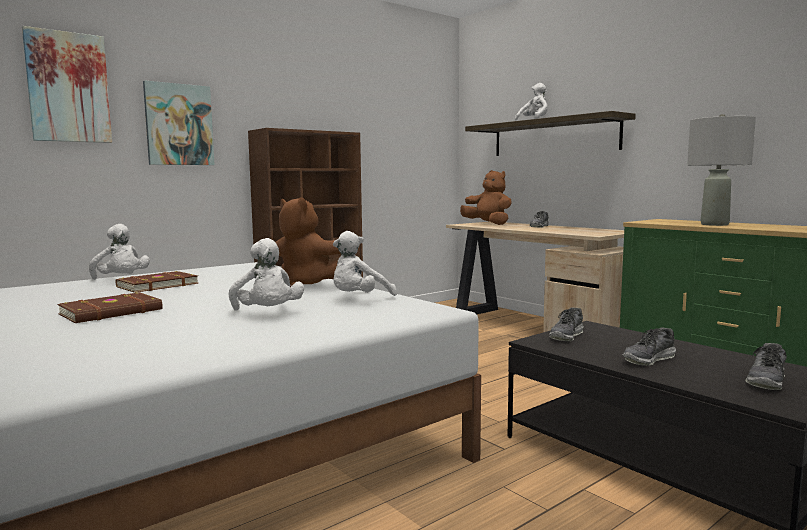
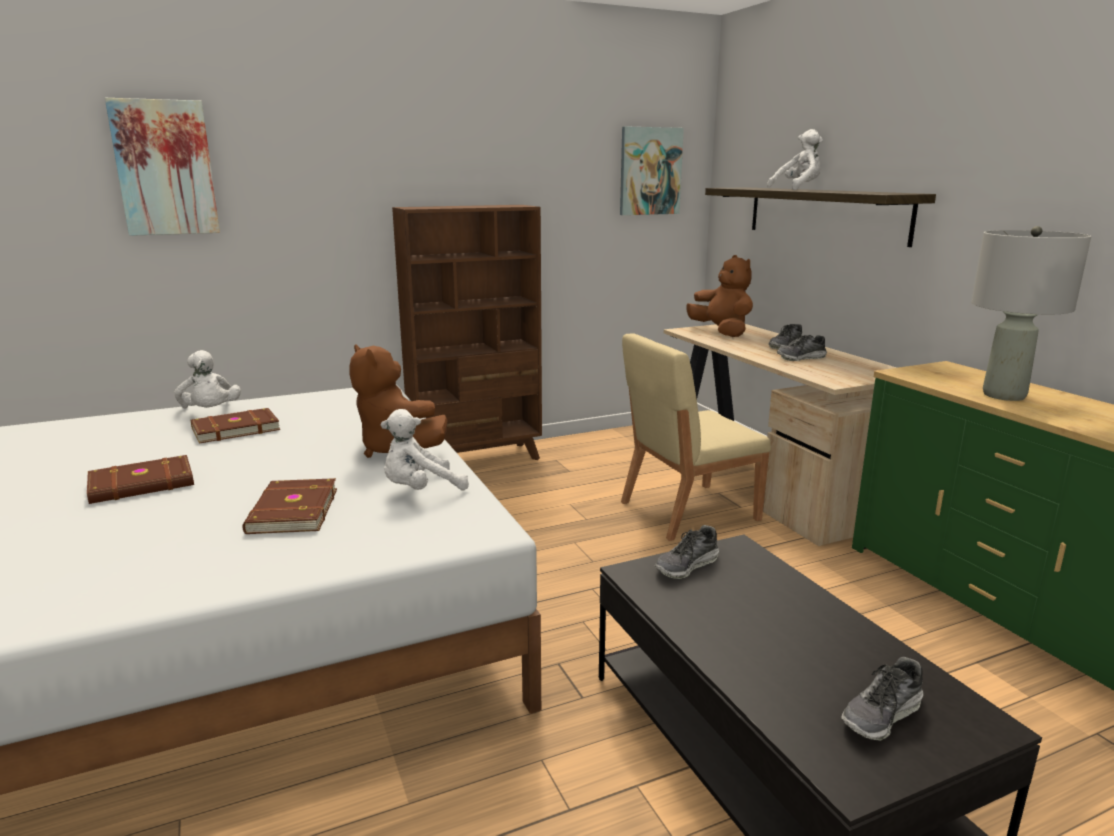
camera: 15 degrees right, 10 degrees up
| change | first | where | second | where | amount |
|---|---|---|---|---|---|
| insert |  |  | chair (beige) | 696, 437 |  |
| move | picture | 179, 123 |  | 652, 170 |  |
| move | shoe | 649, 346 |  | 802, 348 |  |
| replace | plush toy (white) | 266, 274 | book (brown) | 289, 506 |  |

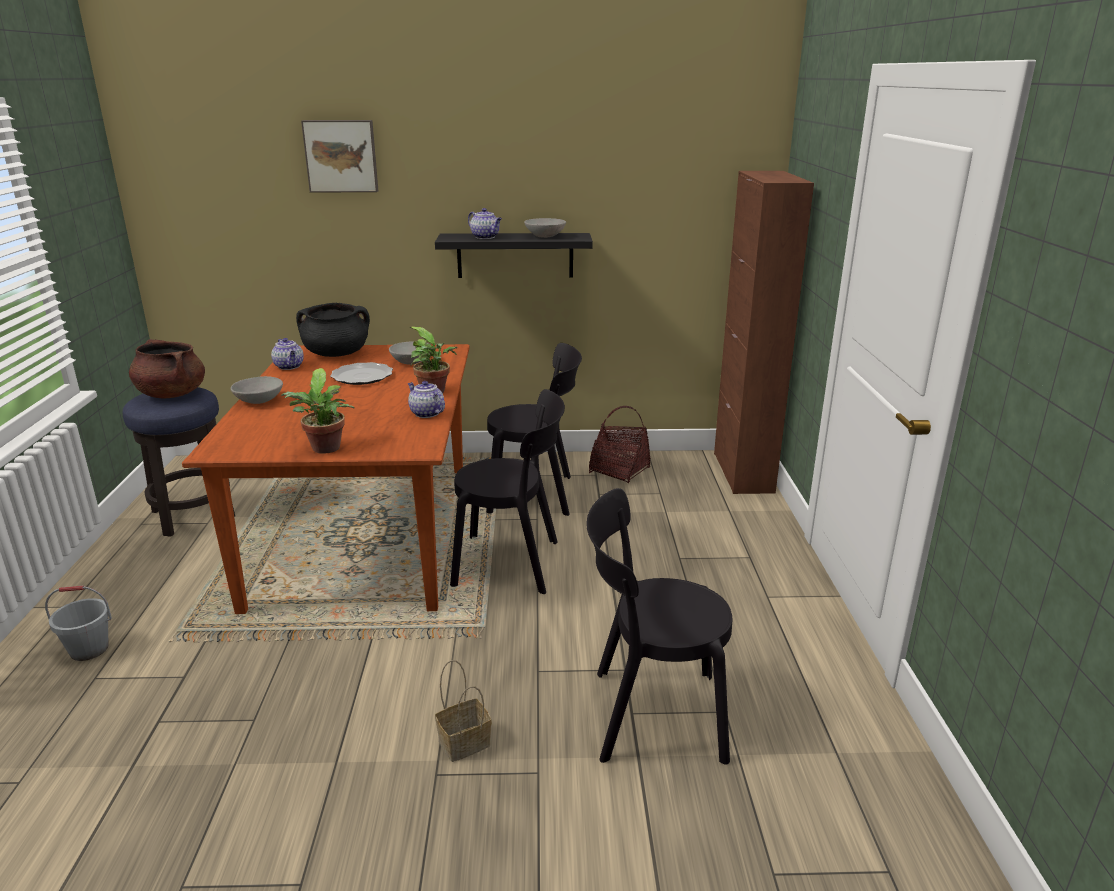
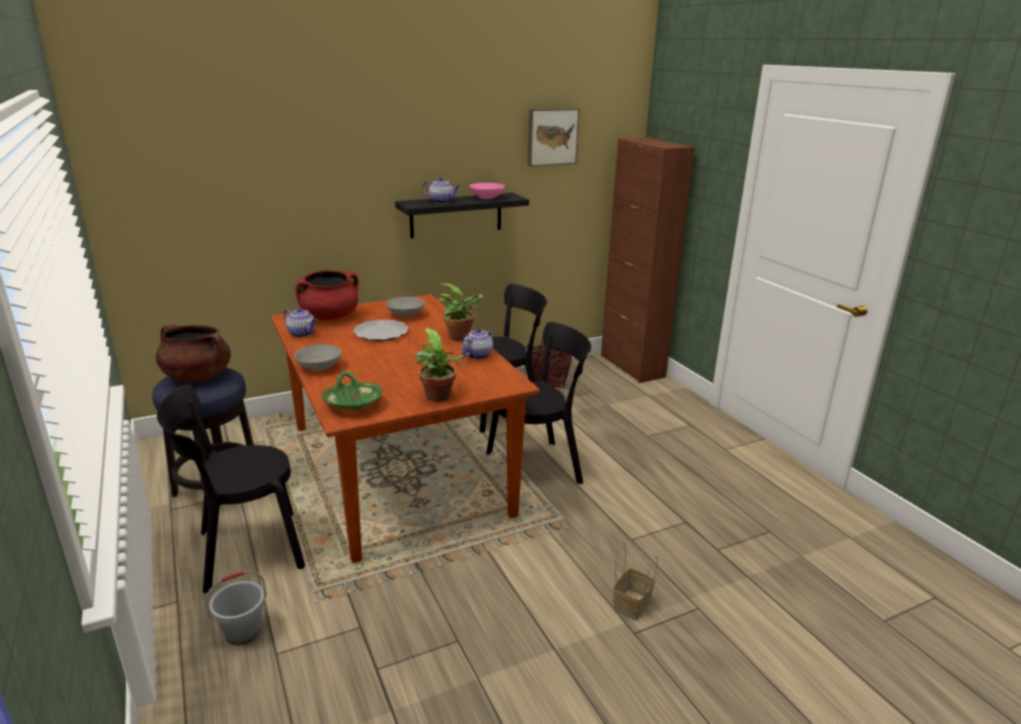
camera: 25 degrees left, 0 degrees up
| change | first | where | second | where | amount |
|---|---|---|---|---|---|
| insert |  |  | bowl (green) | 352, 391 |  |
| move | picture | 339, 156 |  | 554, 137 |  |
| move | chair (black) | 659, 626 |  | 231, 488 |  |
| recolor | cooking pot (black) | 333, 330 | cooking pot (red) | 327, 295 |  |
| recolor | bowl (grey) | 545, 228 | bowl (pink) | 487, 191 |  |
| rotate | teapot | 426, 399 |  | 477, 344 | 105 degrees clockwise |

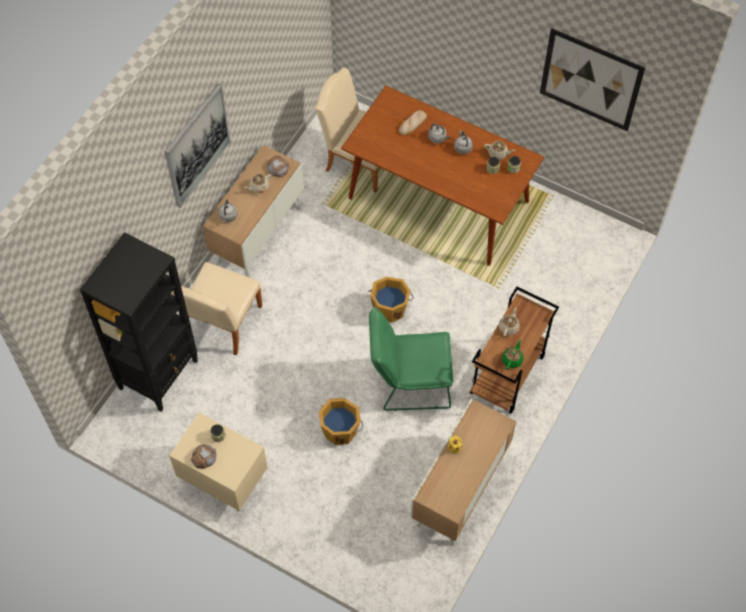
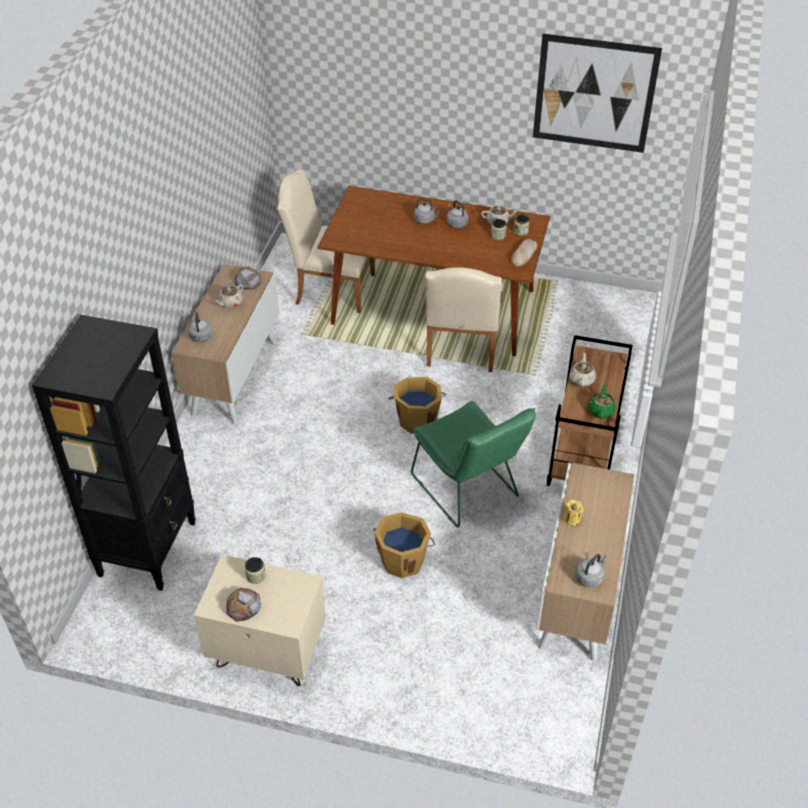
camera: 15 degrees left, 15 degrees down
| change | first | where | second | where | amount |
|---|---|---|---|---|---|
| delete | picture | 198, 146 |  |  |  |
| insert |  |  | kettle (grey) | 591, 570 |  |
| move | chair (beige) | 216, 309 |  | 464, 319 |  |
| move | bread | 413, 122 |  | 524, 253 |  |
| rotate | chair (green) | 411, 359 |  | 473, 464 | 105 degrees counterclockwise |

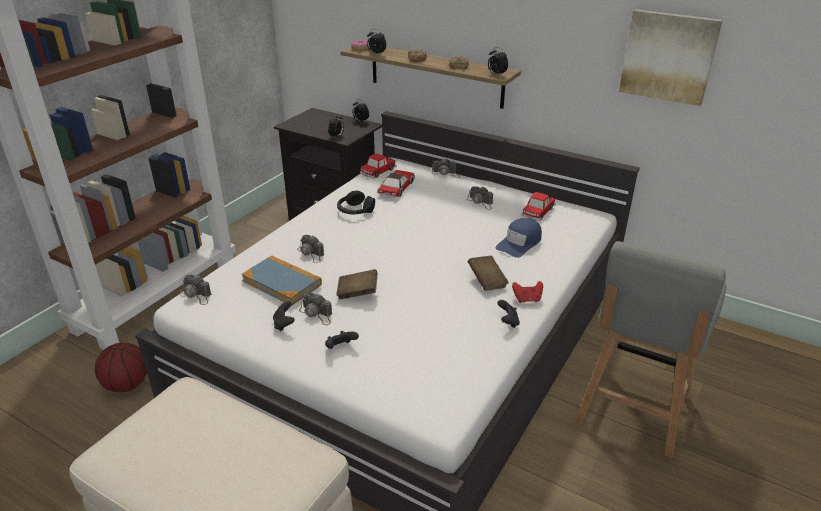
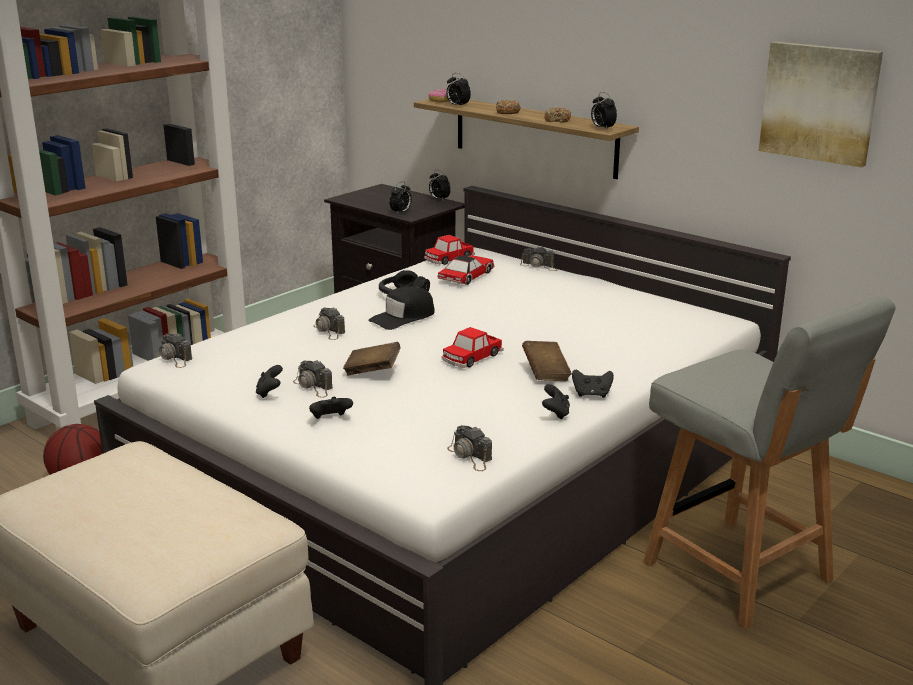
camera: 10 degrees right, 10 degrees down
| change | first | where | second | where | amount |
|---|---|---|---|---|---|
| delete | book | 281, 280 |  |  |  |
| delete | cap (blue) | 519, 238 |  |  |  |
| insert |  |  | cap (black) | 401, 308 |  |
| move | photo camera | 480, 198 |  | 469, 448 |  |
| move | toy car | 538, 206 |  | 473, 347 |  |
| recolor | game controller (red) | 527, 292 | game controller (black) | 593, 383 |  |
| rotate | chair (grey) | 650, 349 |  | 769, 462 | 75 degrees counterclockwise |

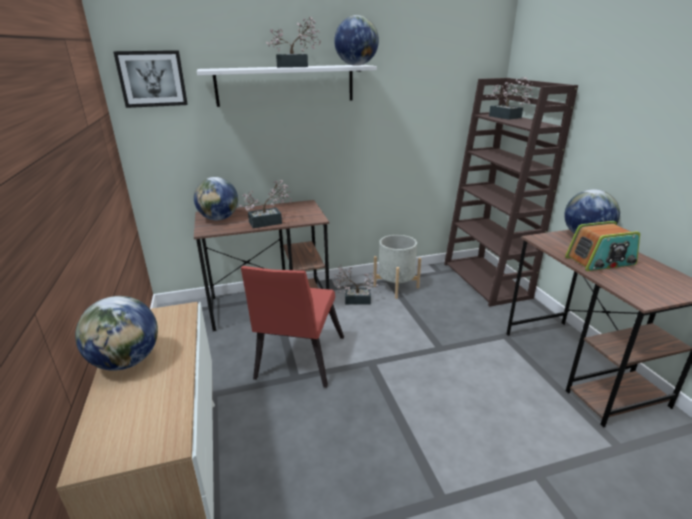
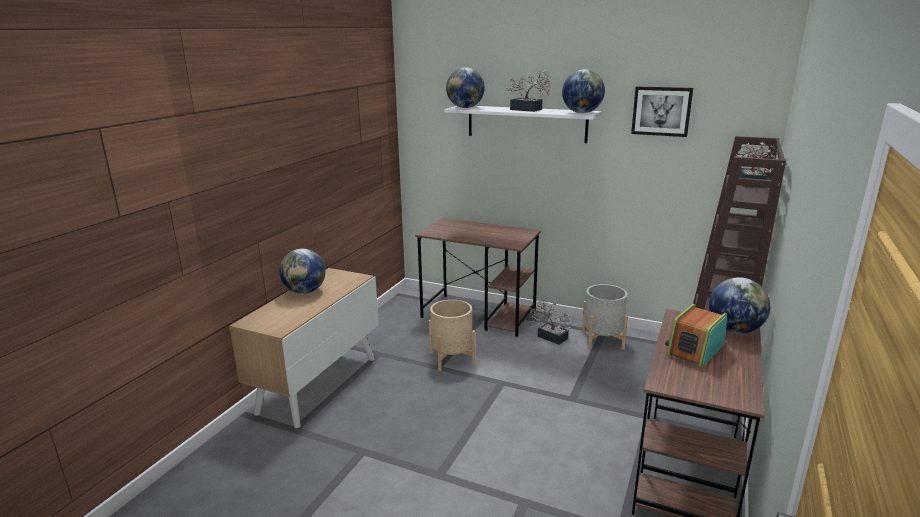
camera: 40 degrees right, 5 degrees down
| change | first | where | second | where | amount |
|---|---|---|---|---|---|
| delete | potted plant | 265, 204 |  |  |  |
| move | picture | 150, 79 |  | 662, 111 |  |
| move | globe | 216, 198 |  | 465, 87 |  |
| replace | chair (red) | 292, 327 | planter (beige) | 452, 335 |  |
| rotate | radio | 602, 246 |  | 696, 336 | 105 degrees clockwise |

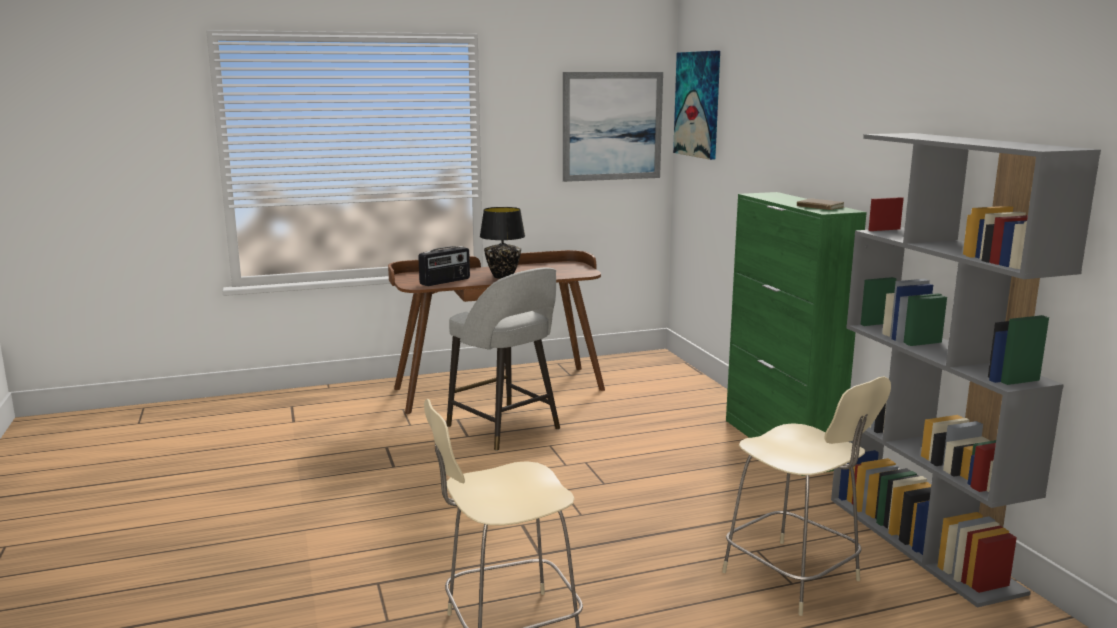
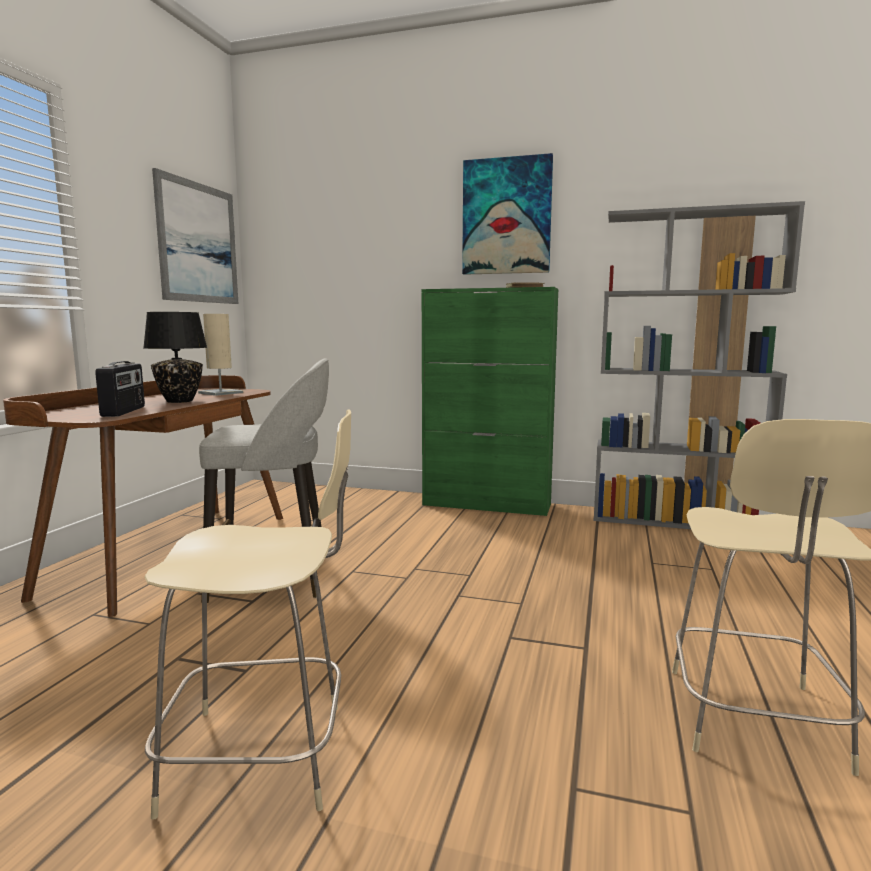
camera: 55 degrees left, 5 degrees down
| change | first | where | second | where | amount |
|---|---|---|---|---|---|
| insert |  |  | table lamp (beige) | 220, 355 |  |
| move | picture | 696, 105 |  | 507, 214 |  |
| move | chair (beige) | 806, 496 |  | 248, 614 |  |

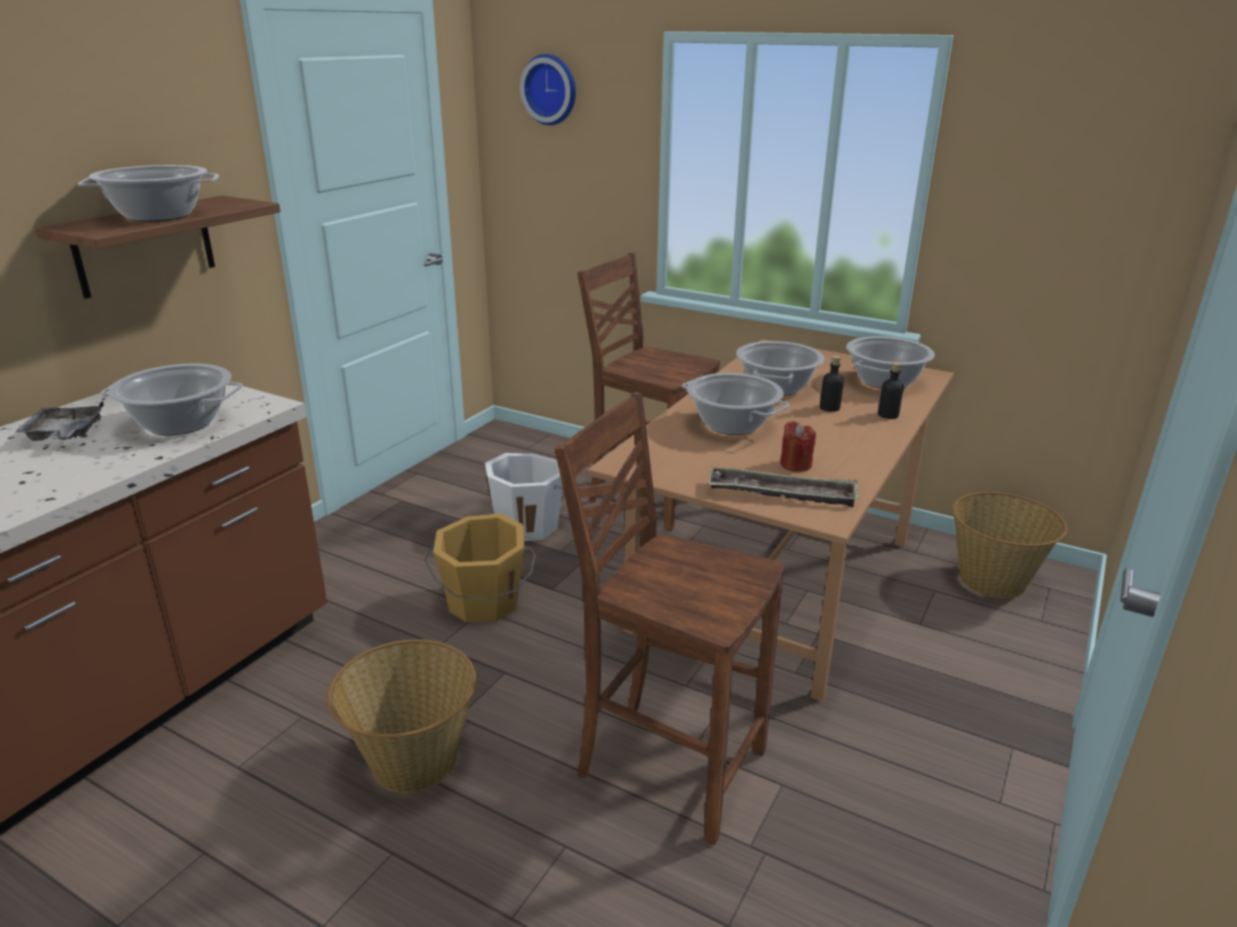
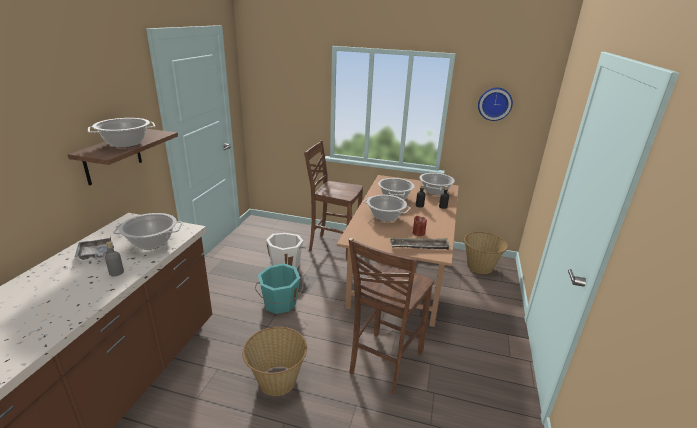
camera: 15 degrees left, 0 degrees up
| change | first | where | second | where | amount |
|---|---|---|---|---|---|
| insert |  |  | bottle (grey) | 114, 258 |  |
| move | wall clock | 548, 89 |  | 495, 104 |  |
| recolor | bucket (orange) | 480, 568 | bucket (turquoise) | 279, 288 |  |
| rotate | chair (brown) | 670, 618 |  | 391, 316 | 75 degrees counterclockwise |

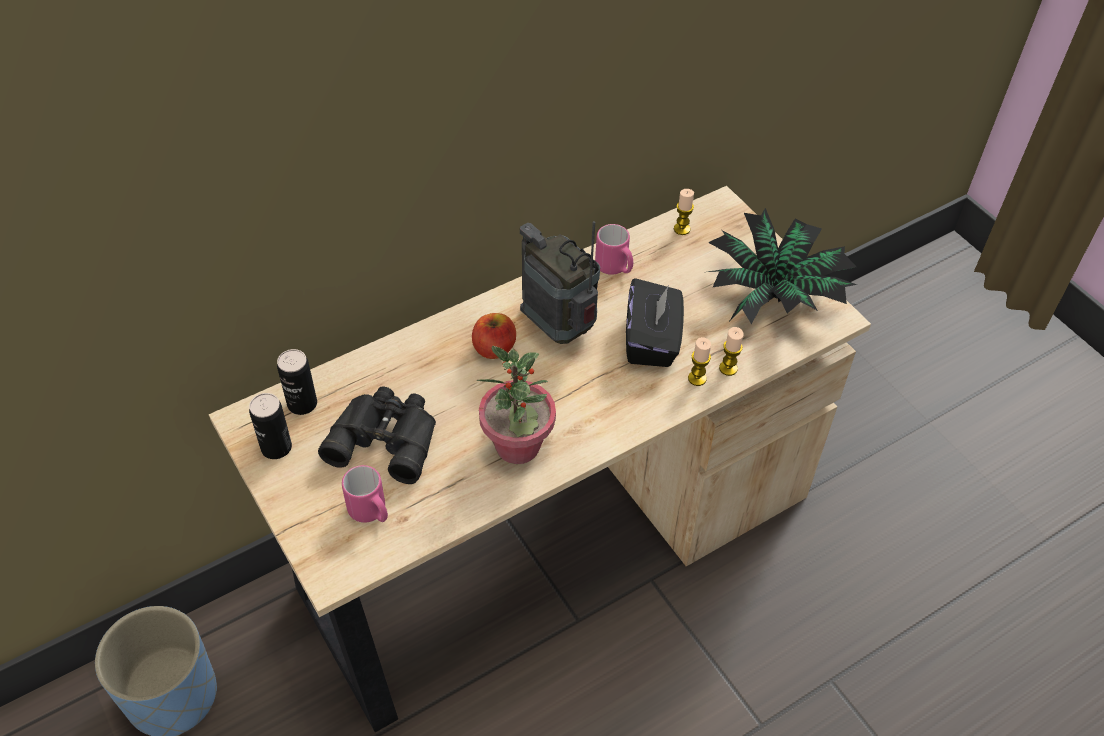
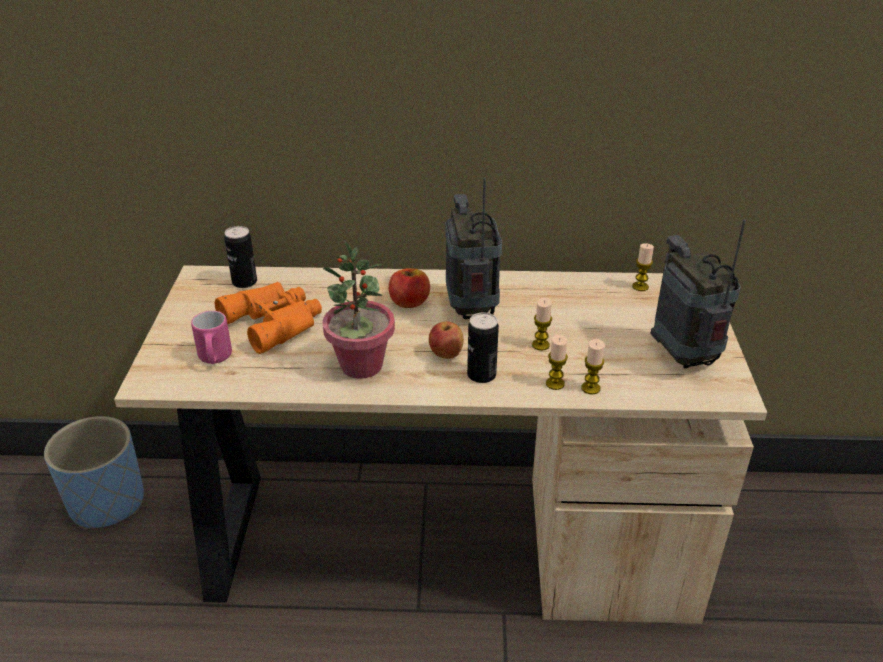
camera: 35 degrees right, 15 degrees down
| change | first | where | second | where | amount |
|---|---|---|---|---|---|
| delete | mug (pink) | 614, 249 |  |  |  |
| insert |  |  | apple | 446, 340 |  |
| move | can | 270, 426 |  | 483, 347 |  |
| replace | tissue box (black) | 655, 322 | candle | 542, 324 |  |
| replace | potted plant | 782, 266 | radio | 698, 294 |  |
| recolor | binoculars (black) | 377, 435 | binoculars (orange) | 268, 318 |  |

